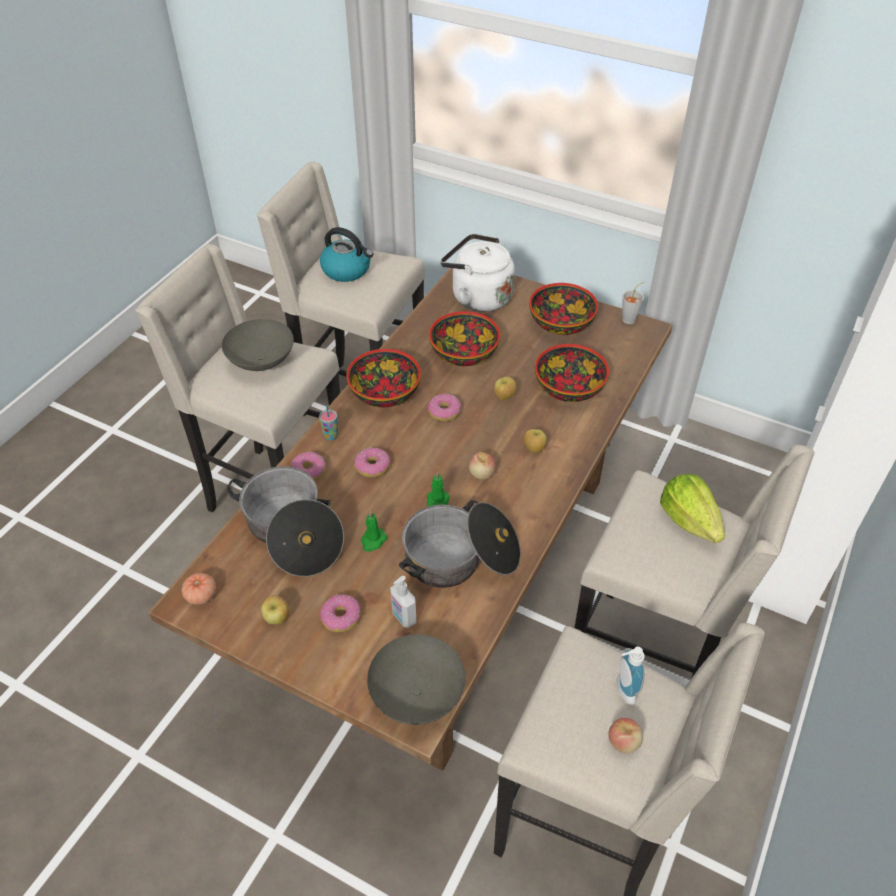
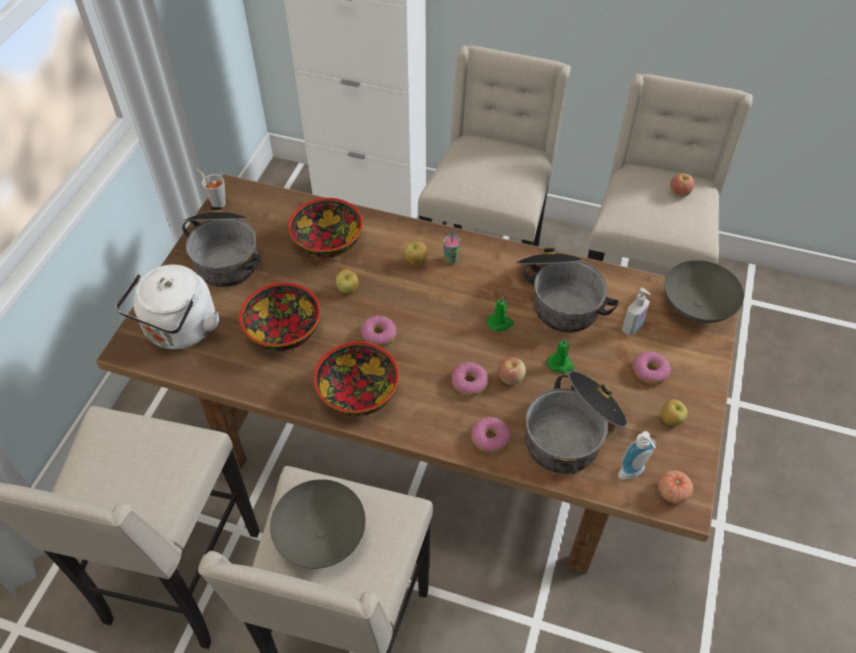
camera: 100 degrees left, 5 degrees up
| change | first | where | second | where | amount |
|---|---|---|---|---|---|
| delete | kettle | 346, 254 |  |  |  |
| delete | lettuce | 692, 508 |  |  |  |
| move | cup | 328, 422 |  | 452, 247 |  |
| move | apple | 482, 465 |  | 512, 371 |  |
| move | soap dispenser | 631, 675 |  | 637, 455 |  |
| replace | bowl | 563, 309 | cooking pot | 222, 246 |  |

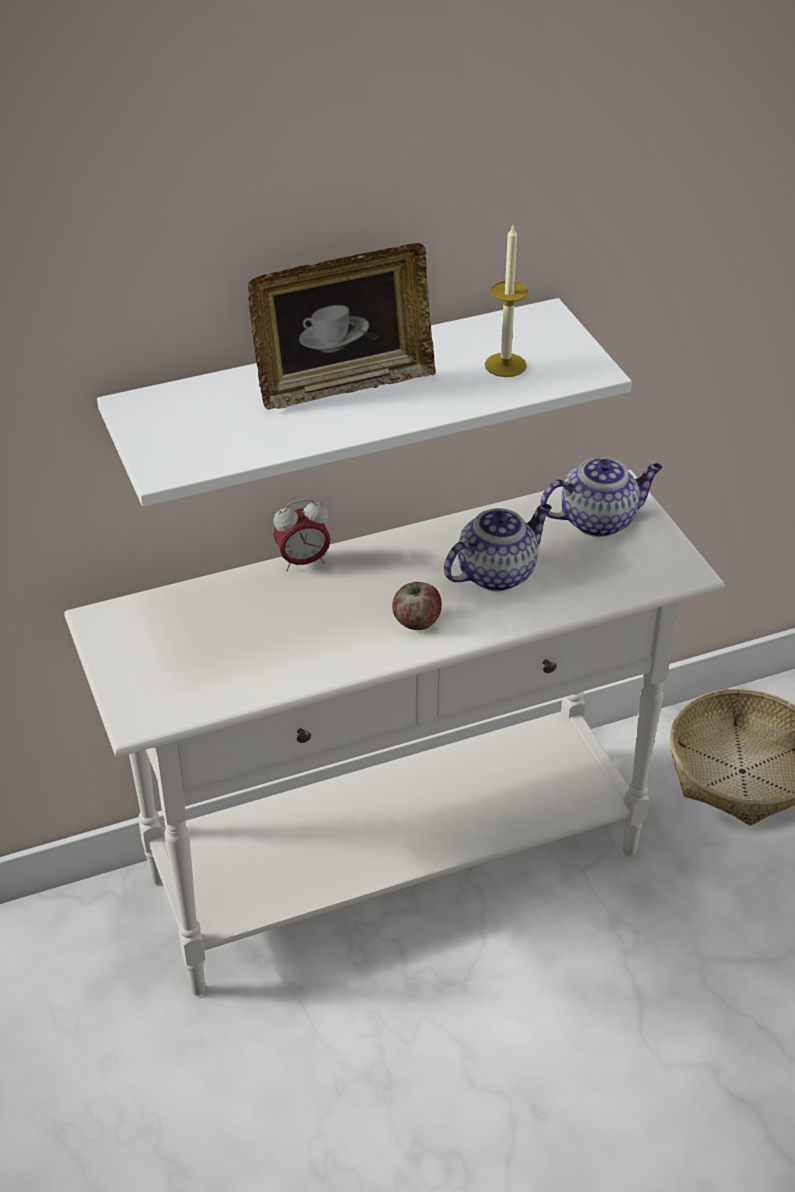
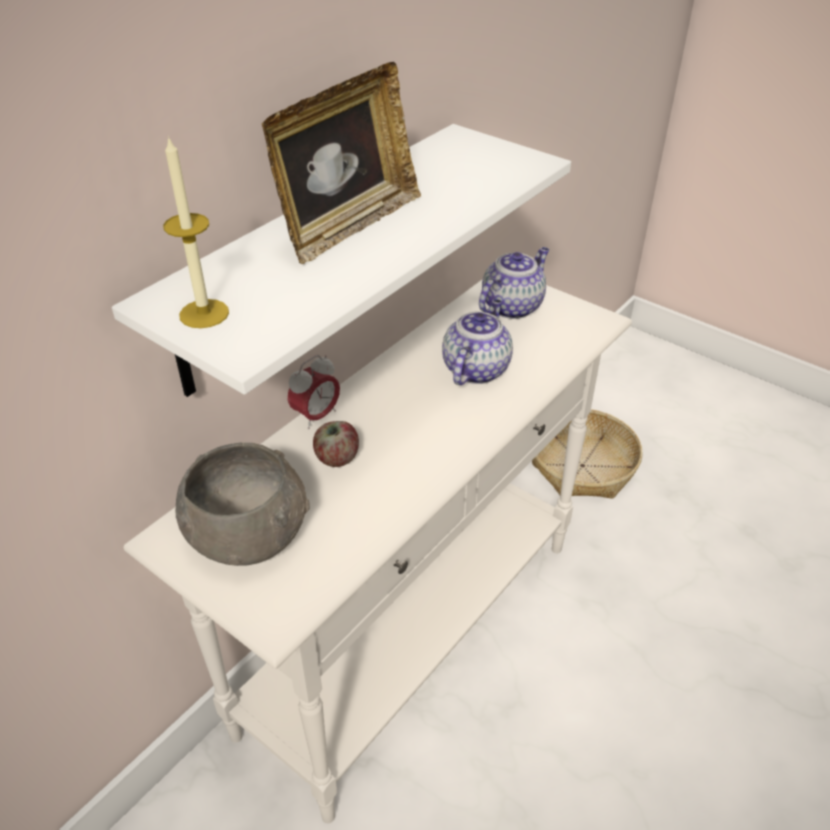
camera: 30 degrees left, 0 degrees up
| change | first | where | second | where | amount |
|---|---|---|---|---|---|
| insert |  |  | bowl (grey) | 242, 504 |  |
| move | apple | 417, 606 |  | 336, 444 |  |
| move | candle | 506, 301 |  | 196, 232 |  |

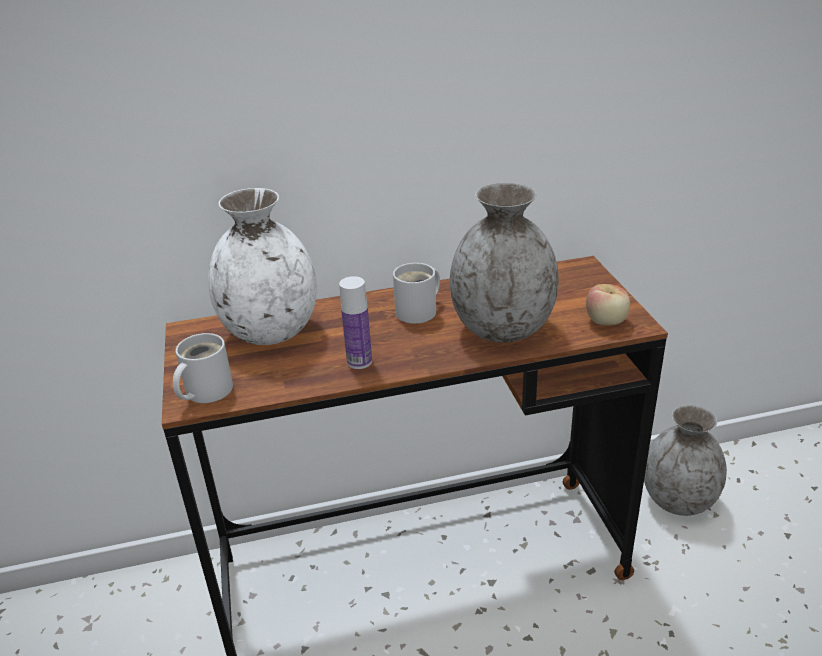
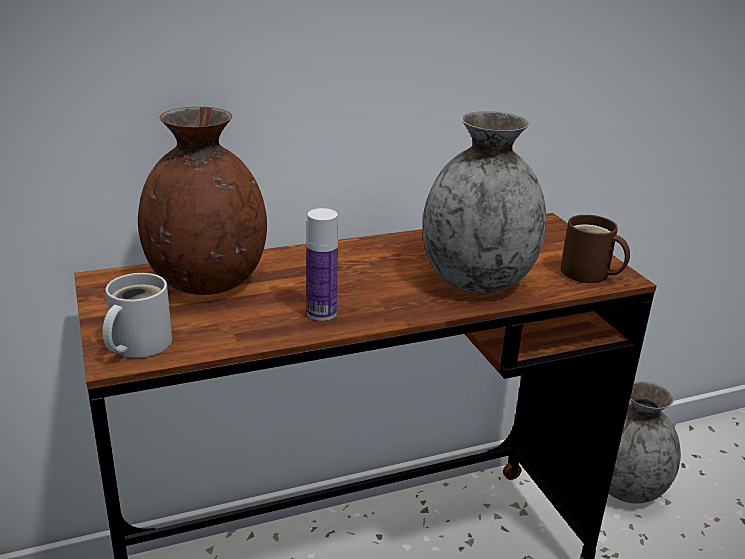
camera: 10 degrees left, 5 degrees down
| change | first | where | second | where | amount |
|---|---|---|---|---|---|
| delete | mug (white) | 416, 293 |  |  |  |
| replace | apple | 608, 305 | mug (brown) | 595, 249 |  |
| recolor | vase (white) | 262, 266 | vase (brown) | 202, 201 |  |

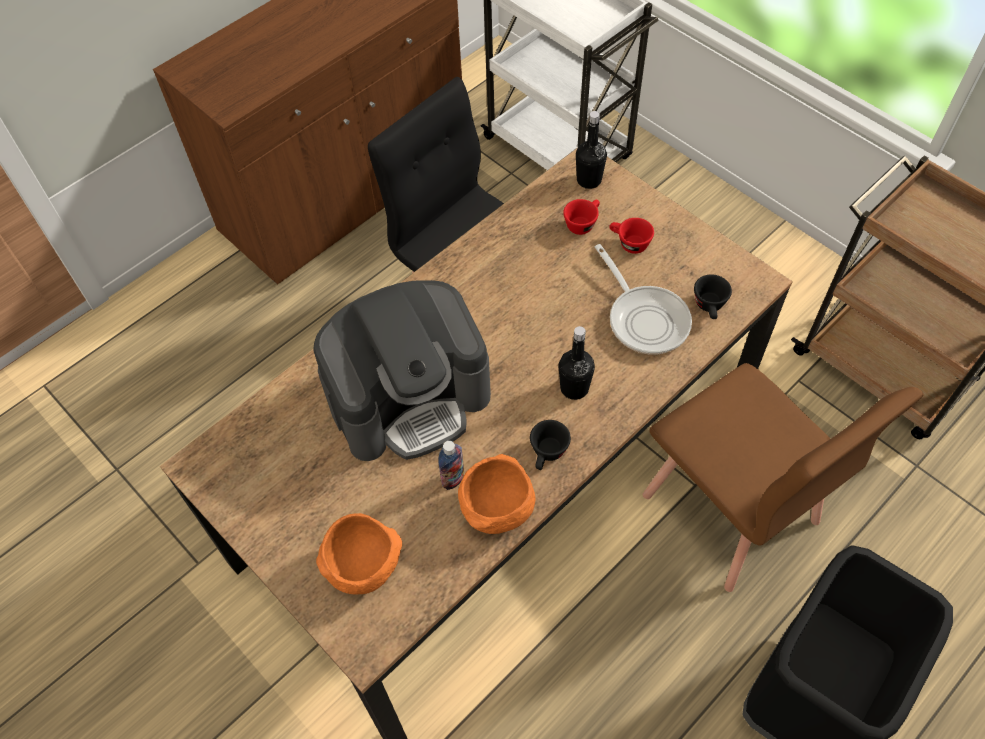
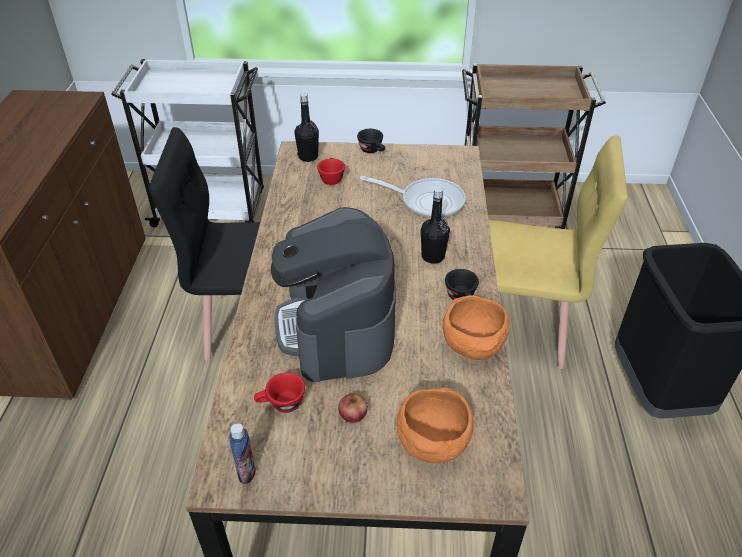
camera: 45 degrees left, 15 degrees down
| change | first | where | second | where | amount |
|---|---|---|---|---|---|
| insert |  |  | apple | 353, 408 |  |
| move | bottle | 451, 465 |  | 242, 453 |  |
| move | cup (red) | 631, 236 |  | 279, 393 |  |
| move | cup (black) | 713, 296 |  | 371, 141 |  |
| recolor | chair (brown) | 783, 477 | chair (yellow) | 558, 252 |  |
| rotate | coffee machine | 402, 370 |  | 333, 294 | 150 degrees clockwise |

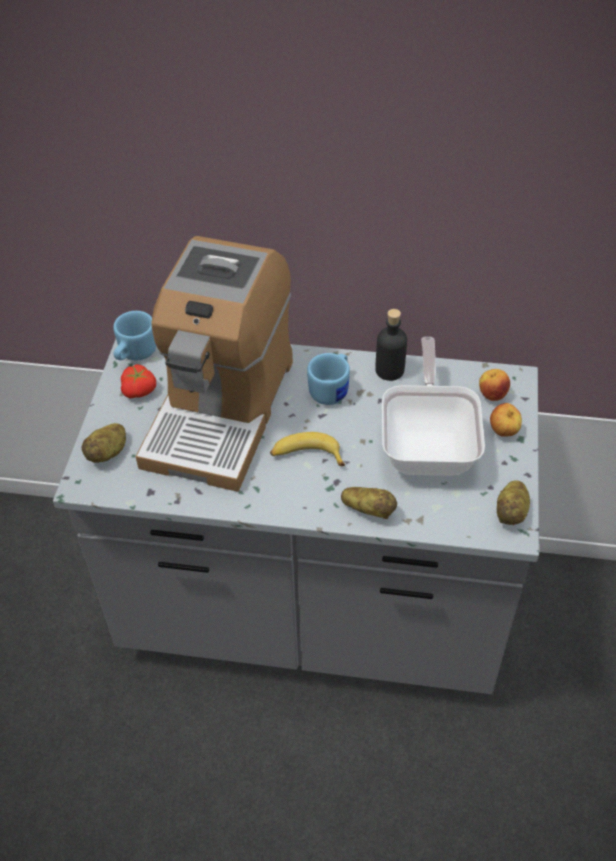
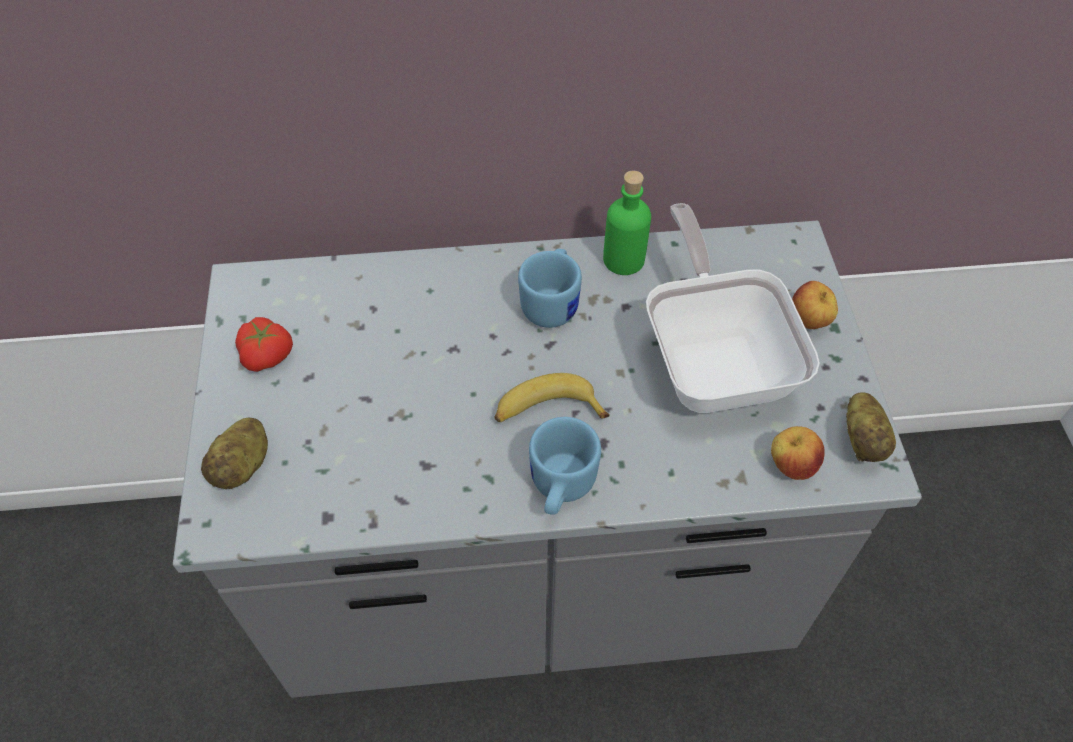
camera: 15 degrees left, 5 degrees up
| change | first | where | second | where | amount |
|---|---|---|---|---|---|
| delete | coffee machine | 214, 364 |  |  |  |
| delete | potato | 369, 503 |  |  |  |
| move | mug (blue) | 134, 335 |  | 565, 466 |  |
| move | apple | 494, 385 |  | 798, 453 |  |
| recolor | bottle (black) | 391, 345 | bottle (green) | 627, 223 |  |

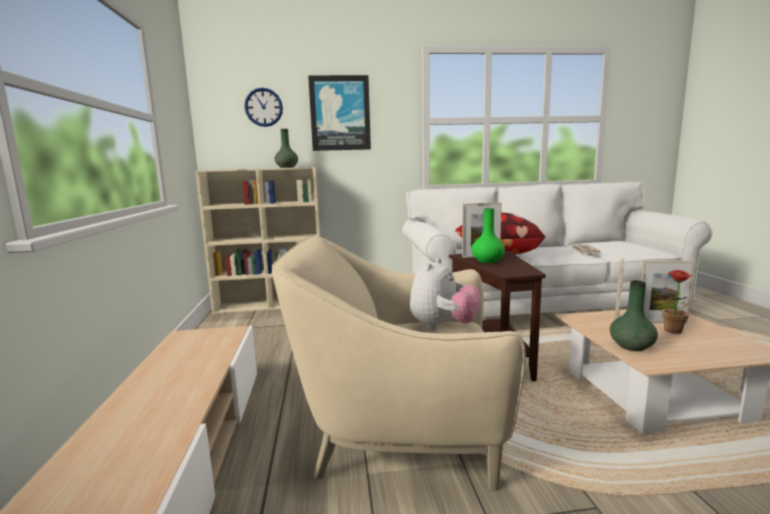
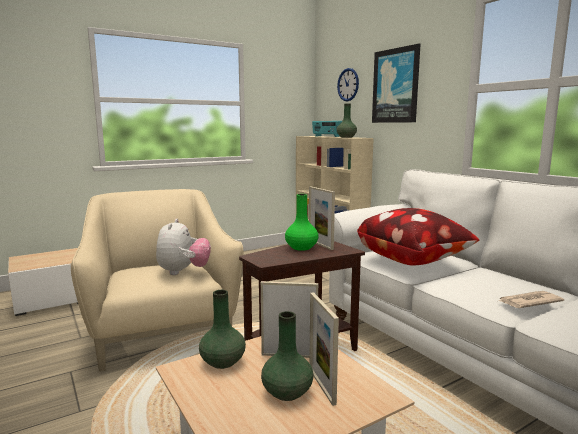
camera: 65 degrees right, 0 degrees up
| change | first | where | second | where | amount |
|---|---|---|---|---|---|
| insert |  |  | radio | 327, 129 |  |
| replace | potted plant | 680, 302 | vase (green) | 287, 356 |  |
| rotate | plush toy | 445, 294 |  | 183, 247 | 90 degrees counterclockwise |

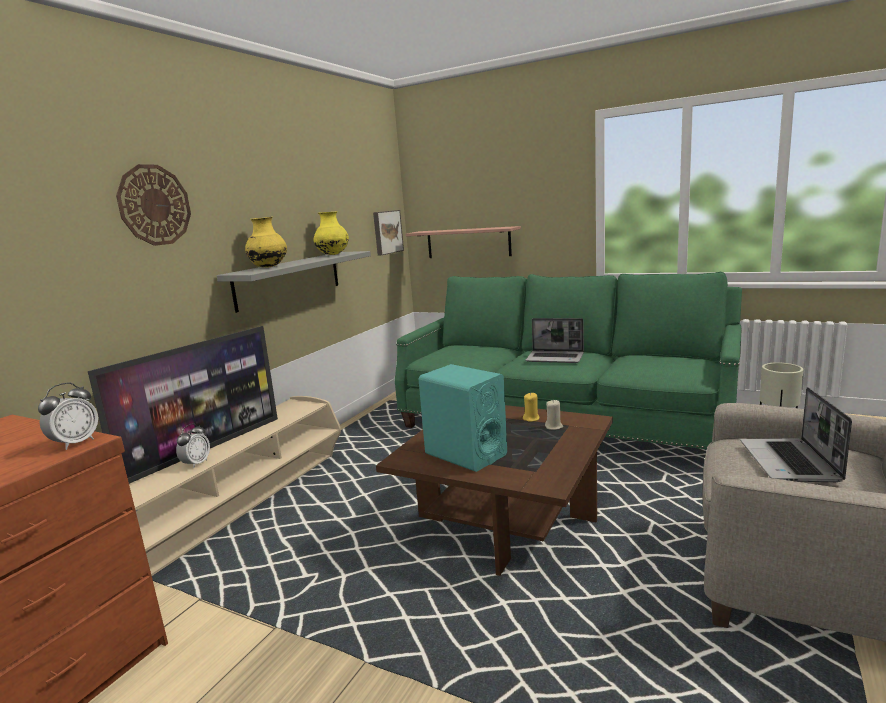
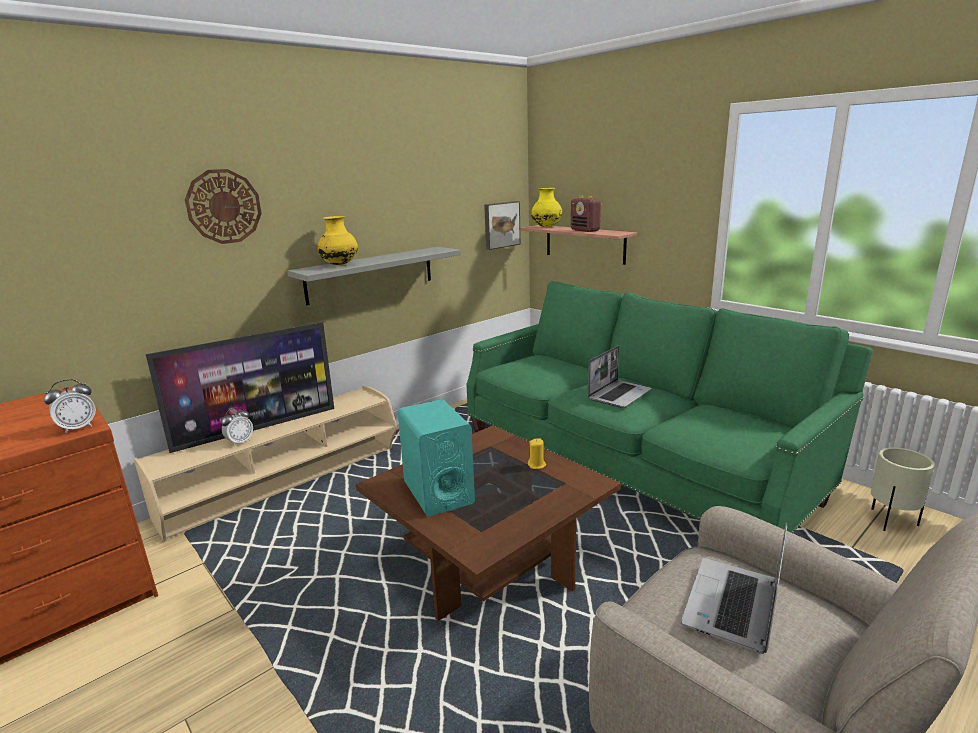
camera: 20 degrees right, 5 degrees up
| change | first | where | second | where | amount |
|---|---|---|---|---|---|
| delete | candle (beige) | 554, 415 |  |  |  |
| insert |  |  | radio | 586, 214 |  |
| move | vase (yellow) | 331, 233 |  | 546, 207 |  |
| rotate | laptop | 555, 340 |  | 620, 377 | 90 degrees counterclockwise |

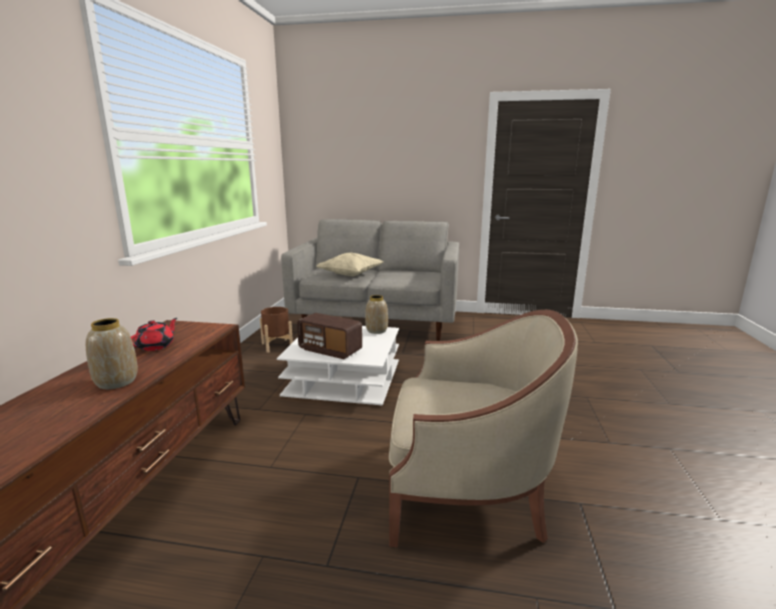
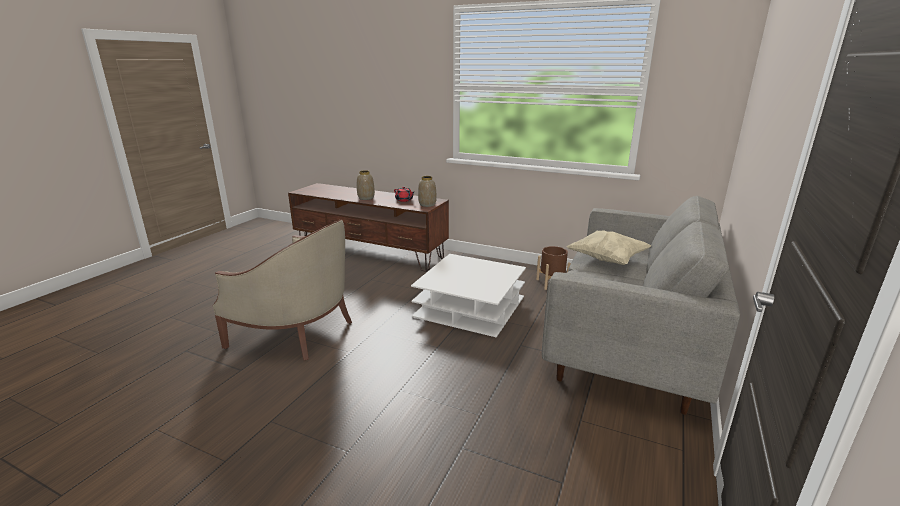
camera: 105 degrees right, 5 degrees up
| change | first | where | second | where | amount |
|---|---|---|---|---|---|
| delete | radio | 329, 336 |  |  |  |
| move | vase | 376, 314 |  | 427, 191 |  |
| rotate | armchair (beige) | 483, 428 |  | 282, 289 | 90 degrees counterclockwise |

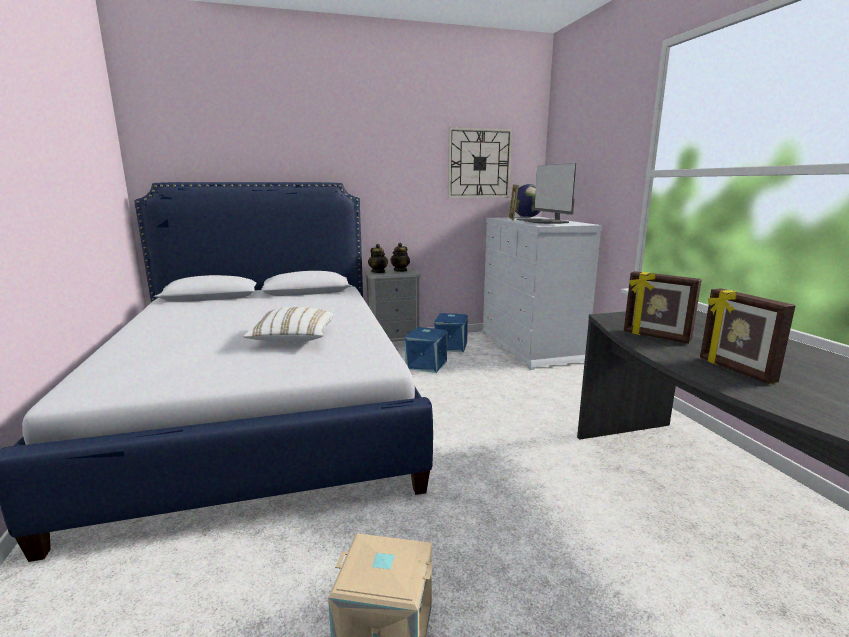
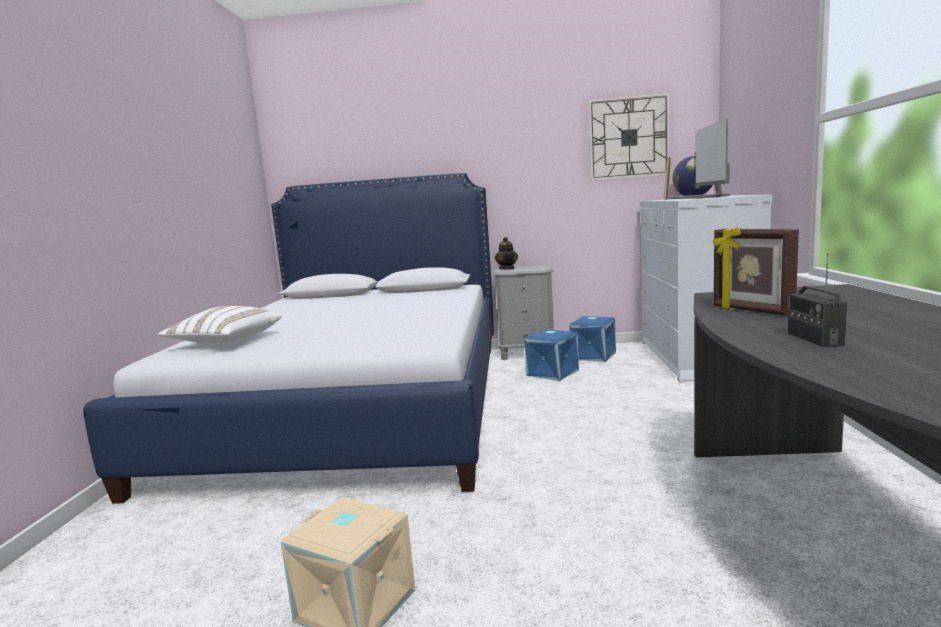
camera: 20 degrees right, 5 degrees down
| change | first | where | second | where | amount |
|---|---|---|---|---|---|
| delete | teapot | 400, 257 |  |  |  |
| move | pillow (white) | 288, 325 |  | 220, 325 |  |
| replace | picture frame | 748, 336 | radio | 817, 300 |  |

